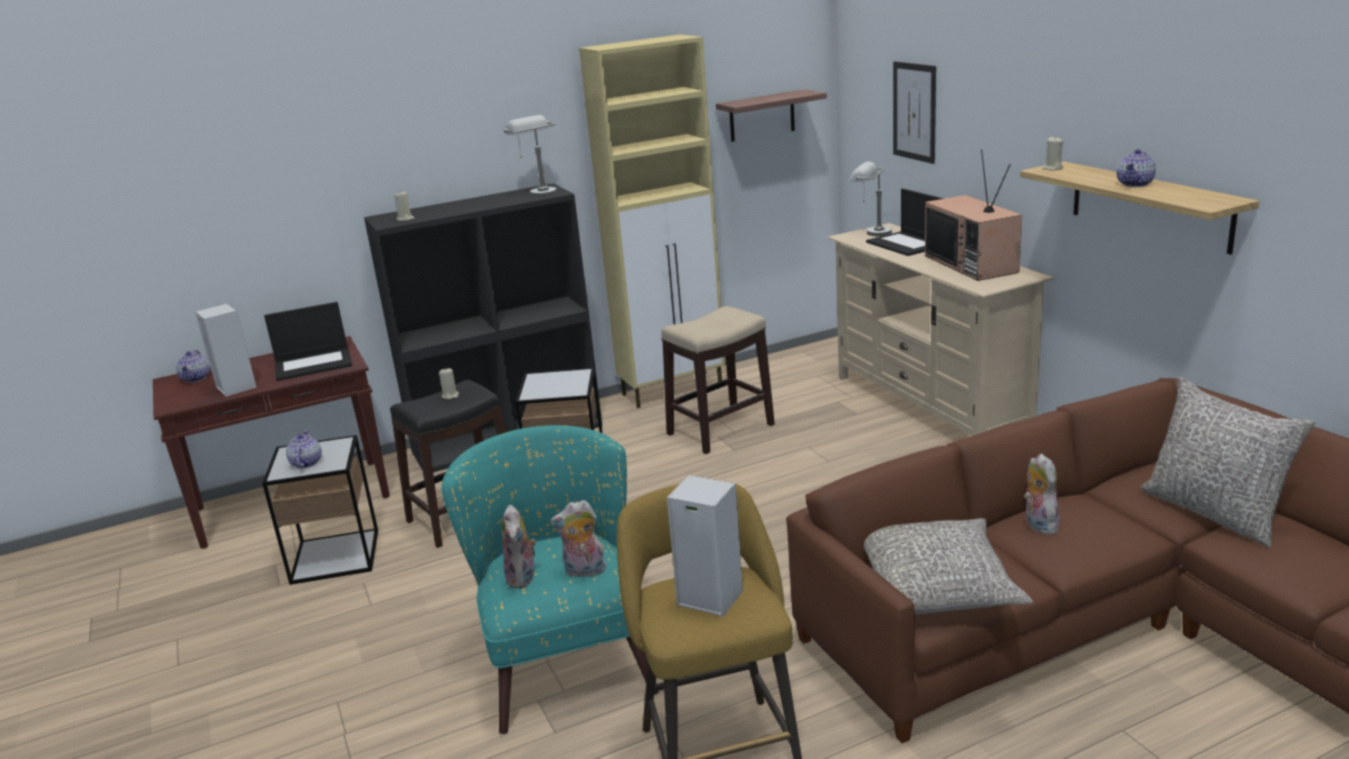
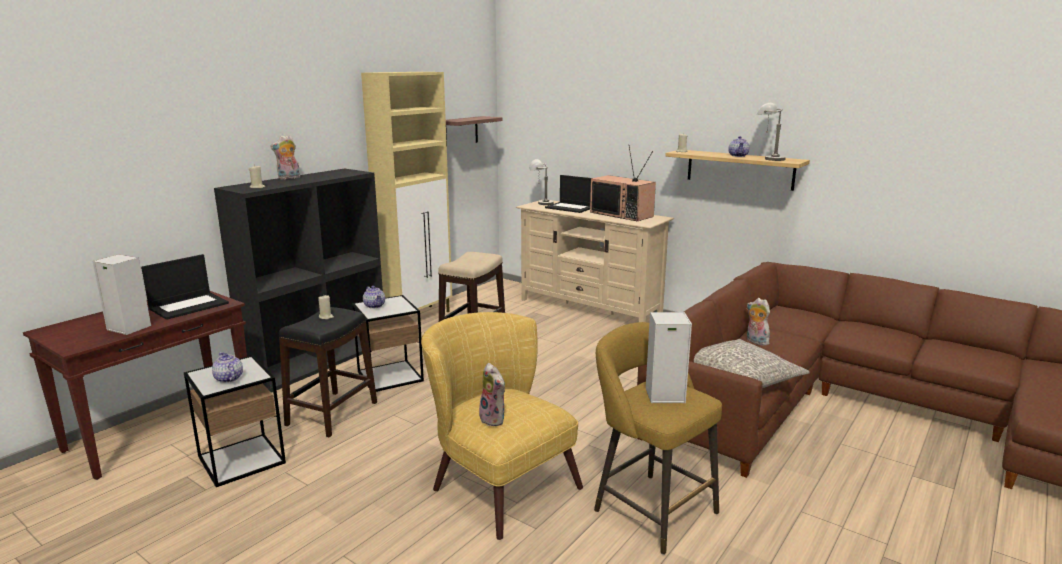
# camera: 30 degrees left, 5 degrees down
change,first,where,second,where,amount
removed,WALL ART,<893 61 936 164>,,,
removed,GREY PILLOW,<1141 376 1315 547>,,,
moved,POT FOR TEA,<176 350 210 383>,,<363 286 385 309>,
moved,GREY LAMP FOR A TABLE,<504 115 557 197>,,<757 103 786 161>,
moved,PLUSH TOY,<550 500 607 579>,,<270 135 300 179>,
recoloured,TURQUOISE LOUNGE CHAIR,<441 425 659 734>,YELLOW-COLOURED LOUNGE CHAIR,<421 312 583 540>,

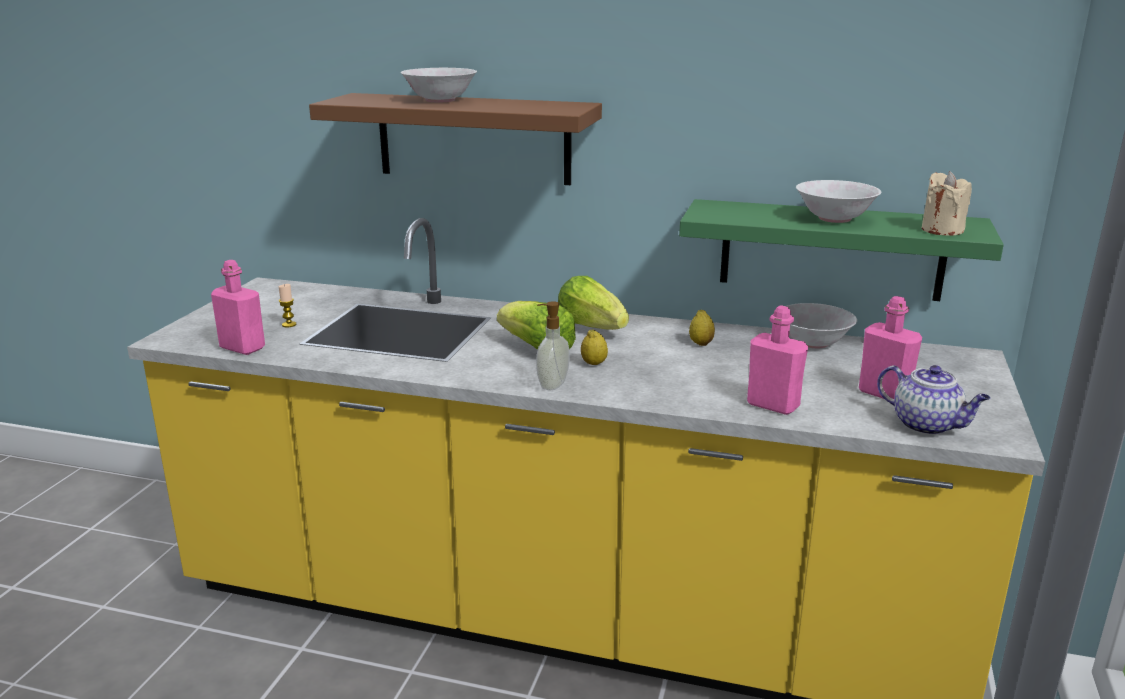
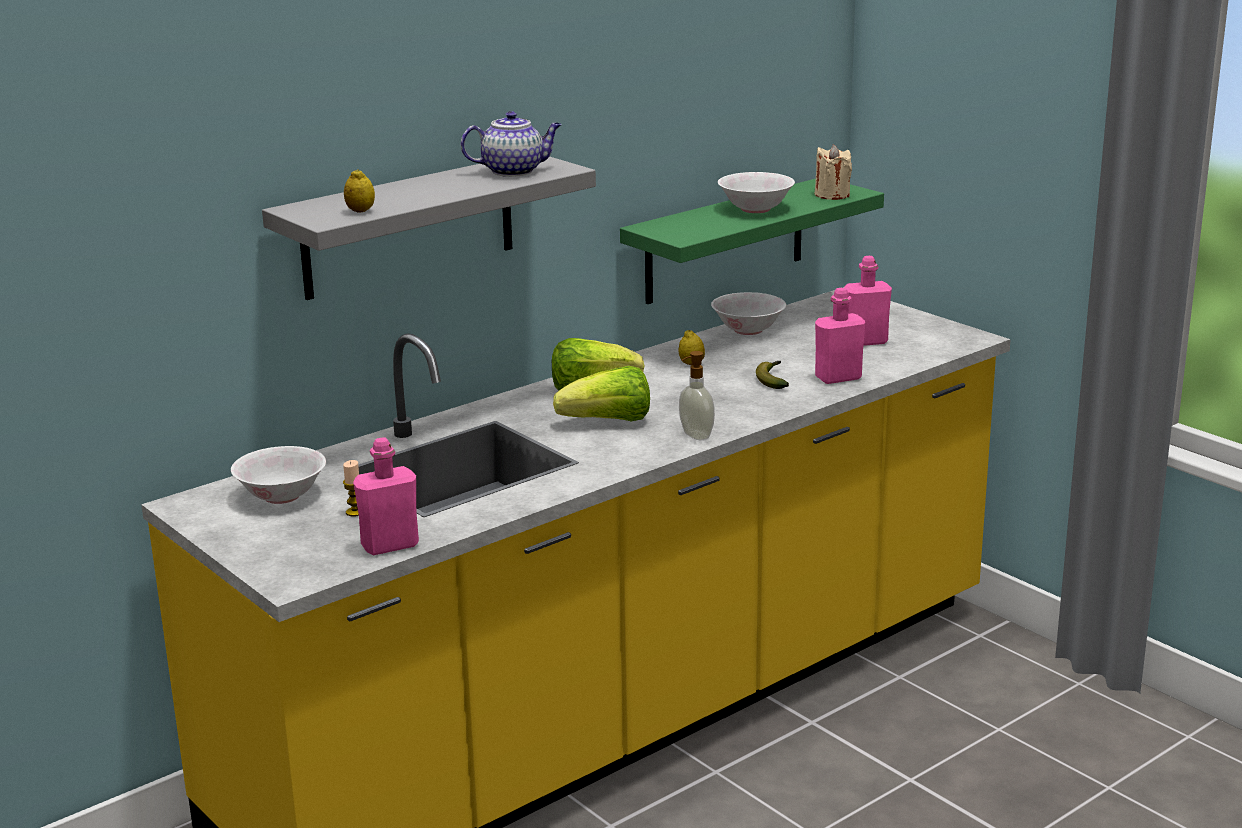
# camera: 55 degrees left, 0 degrees up
change,first,where,second,where,amount
added,,,WHOLE BANANA,<756 361 789 389>,
moved,WHITE DEEP DISH,<401 68 477 103>,,<231 446 326 504>,
moved,CITRUS FRUIT,<581 329 608 365>,,<344 169 375 213>,
moved,POT FOR TEA,<877 365 990 435>,,<461 111 562 177>,
recoloured,BROWNISH WALL SHELF,<309 93 602 185>,GREY WALL SHELF,<262 157 596 300>,

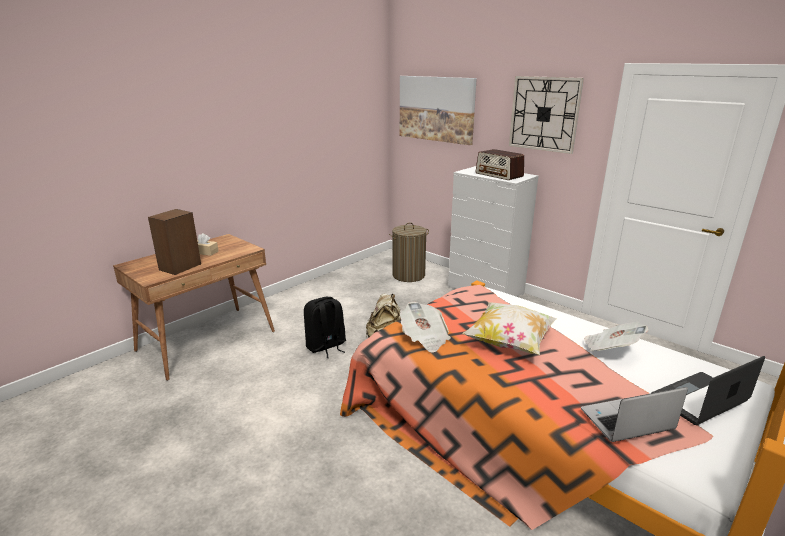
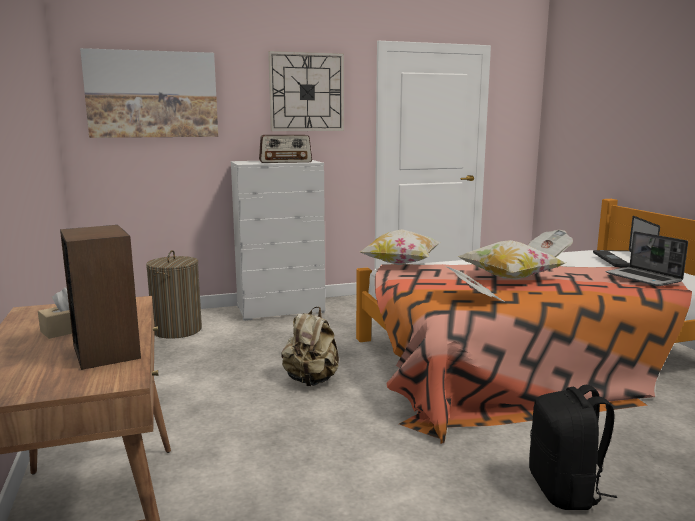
# camera: 60 degrees left, 10 degrees down
change,first,where,second,where,amount
added,,,PILLOW,<360 229 441 265>,
moved,BLACK BACKPACK,<304 297 346 358>,,<529 385 617 510>,
turned,PORTABLE COMPUTER,<581 387 688 442>,,<606 231 688 286>,45 degrees counterclockwise

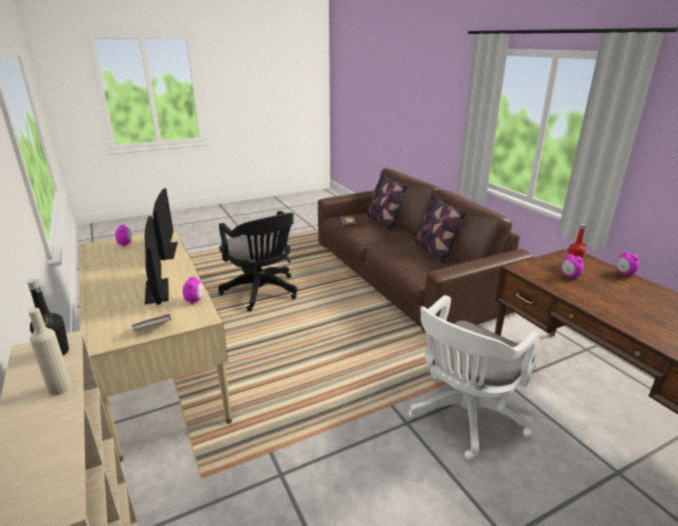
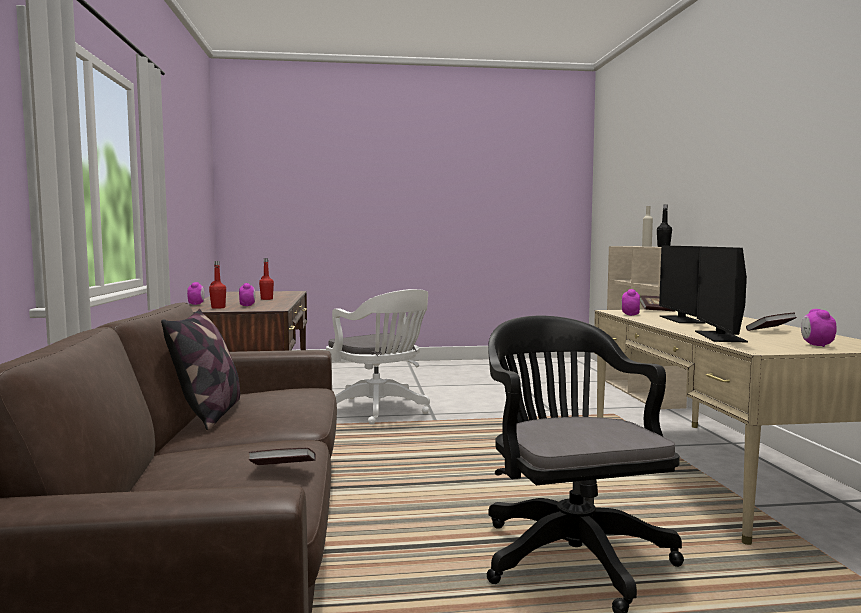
# camera: 160 degrees left, 20 degrees down
change,first,where,second,where,amount
removed,PILLOW,<367 173 408 231>,,,
added,,,RED BOTTLE,<259 258 274 300>,
added,,,BOUND BOOK,<746 313 797 331>,
turned,WHITE OFFICE CHAIR,<408 295 540 460>,,<326 289 430 424>,75 degrees clockwise

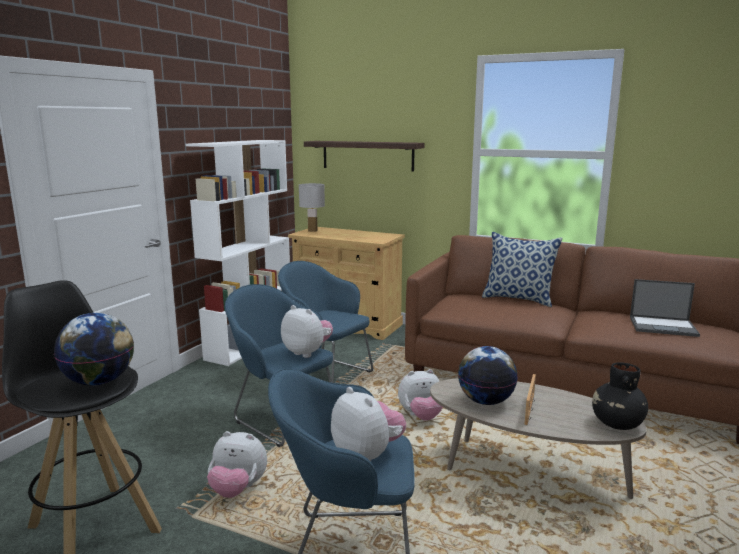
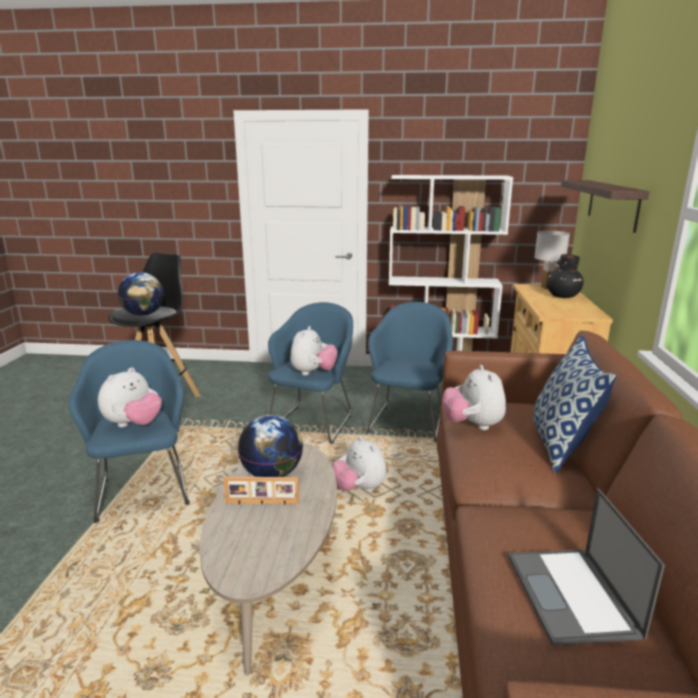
# camera: 70 degrees right, 5 degrees up
change,first,where,second,where,amount
moved,PLUSH TOY,<207 431 267 498>,,<442 365 506 430>,
moved,BLACK DECORATIVE VASE,<592 362 648 430>,,<546 254 584 298>,

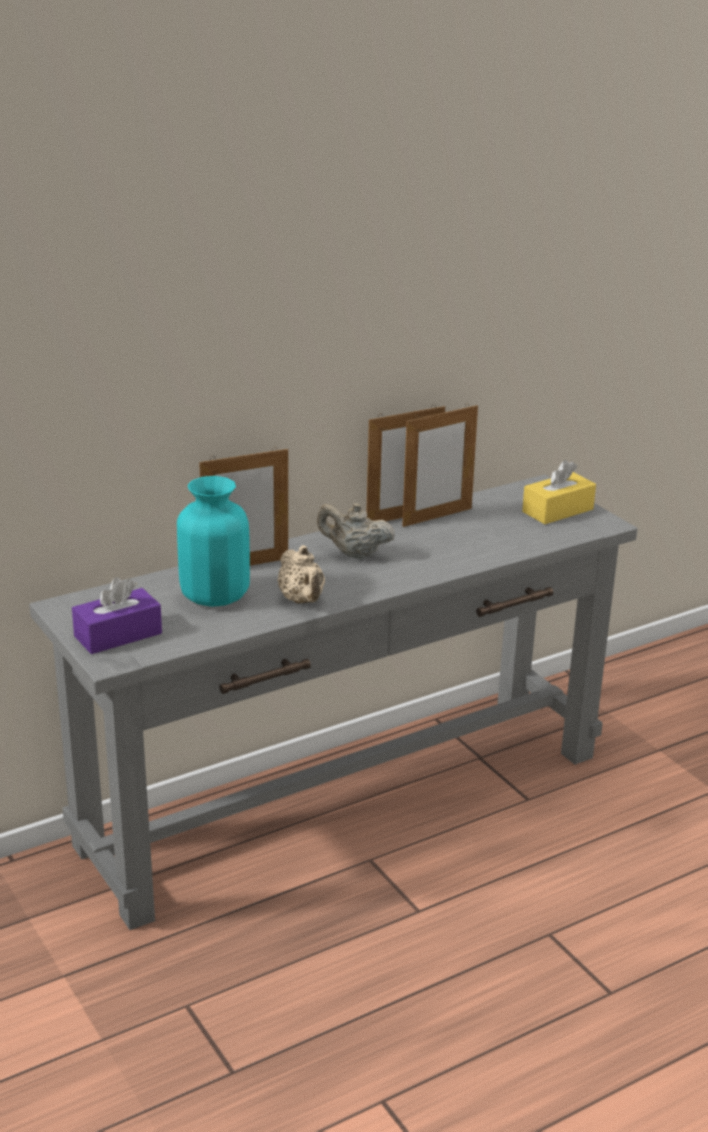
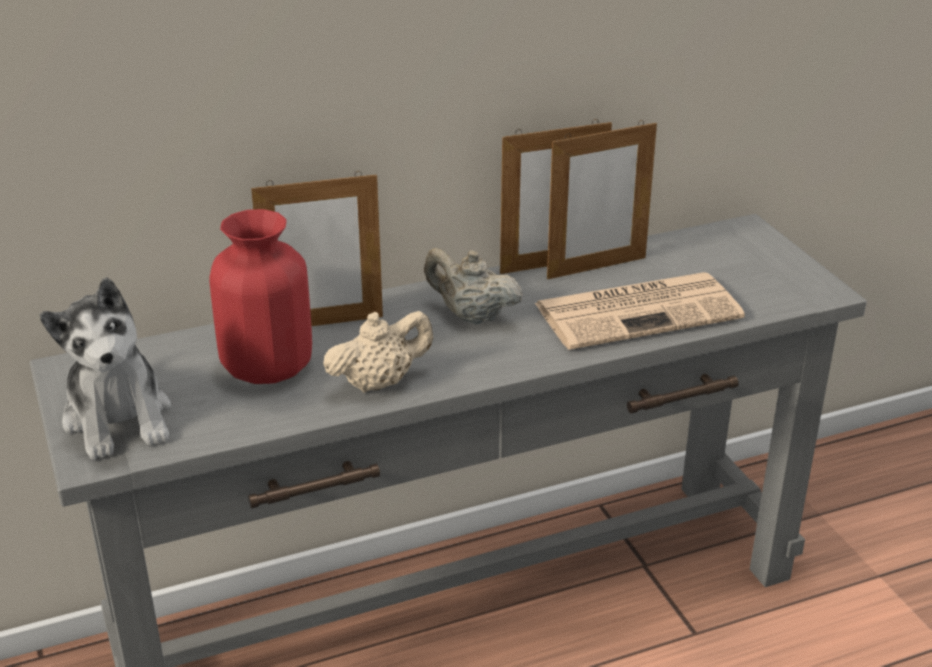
# camera: 10 degrees right, 5 degrees up
change,first,where,second,where,amount
removed,YELLOW-COLOURED TISSUE HOLDER,<522 460 596 524>,,,
added,,,NEWSPAPER,<535 272 745 350>,
replaced,PURPLE-COLOURED TISSUE HOLDER,<72 577 162 654>,PLUSH TOY,<39 277 171 460>,
recoloured,TURQUOISE DECORATIVE VASE,<177 476 250 607>,RED DECORATIVE VASE,<210 209 312 384>,
turned,SAND-COLOURED POT FOR TEA,<277 545 325 603>,,<323 311 433 393>,105 degrees counterclockwise

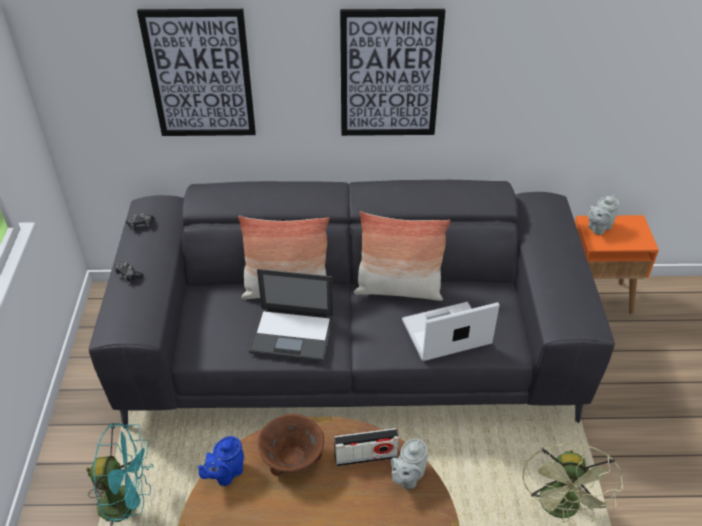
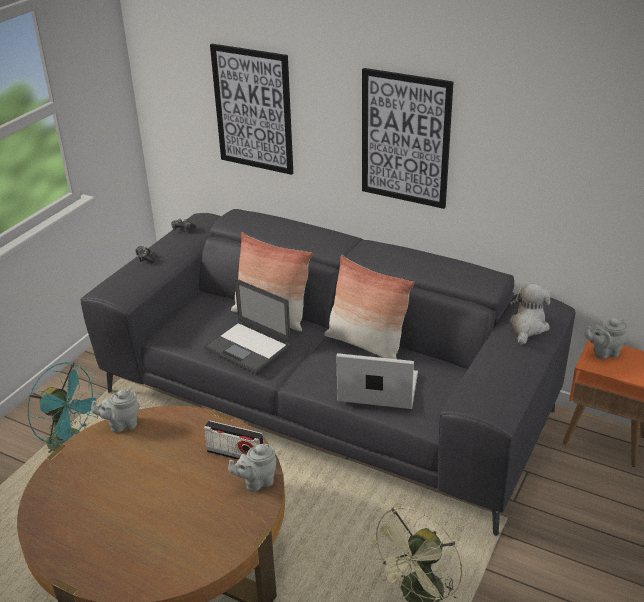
# camera: 30 degrees right, 10 degrees down
change,first,where,second,where,amount
removed,BROWNISH DEEP DISH,<258 414 324 476>,,,
added,,,PLUSH TOY,<510 284 550 345>,
recoloured,BLUE-COLOURED POT FOR TEA,<198 436 244 486>,GREY POT FOR TEA,<91 389 140 433>,

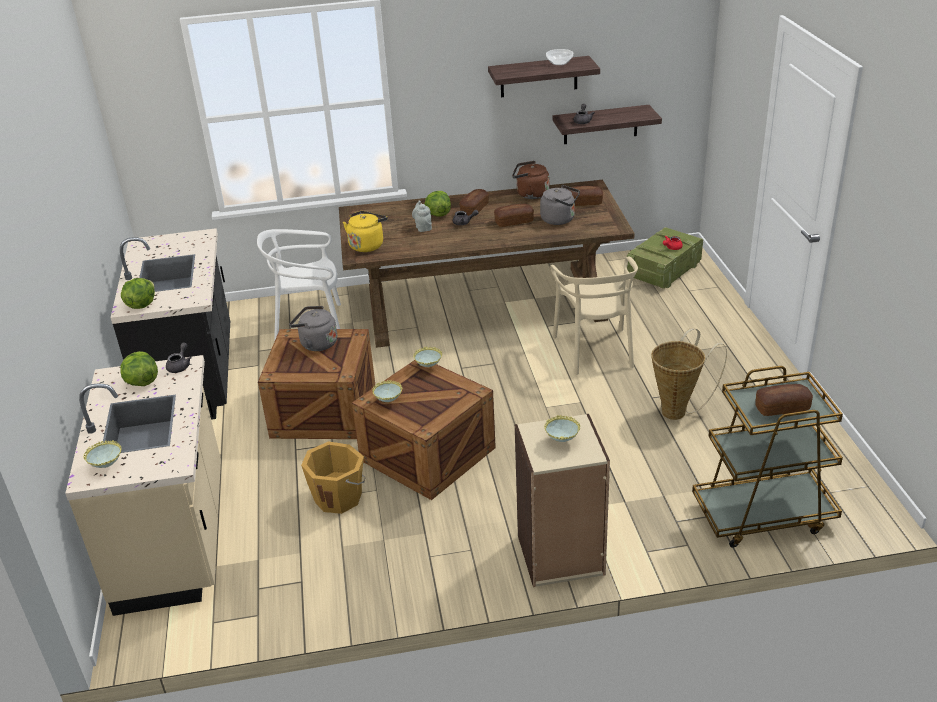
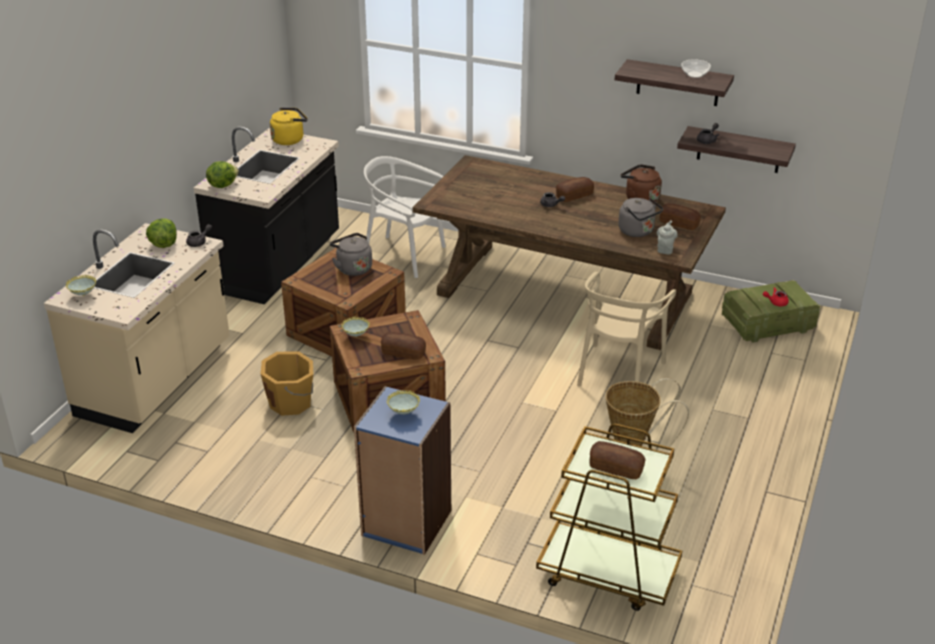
# camera: 30 degrees right, 0 degrees up
change,first,where,second,where,amount
removed,DEEP DISH,<413 347 442 368>,,,
removed,LETTUCE,<424 191 451 217>,,,
moved,YELLOW-COLOURED TEA KETTLE,<343 211 388 252>,,<270 108 308 145>,
moved,GREY POT FOR TEA,<412 201 432 232>,,<657 220 678 255>,
moved,BAKERY BREAD,<494 204 534 227>,,<381 332 426 360>,
recoloured,SAND-COLOURED BOOKCASE,<515 414 610 587>,BLUE-COLOURED BOOKCASE,<354 386 451 555>,

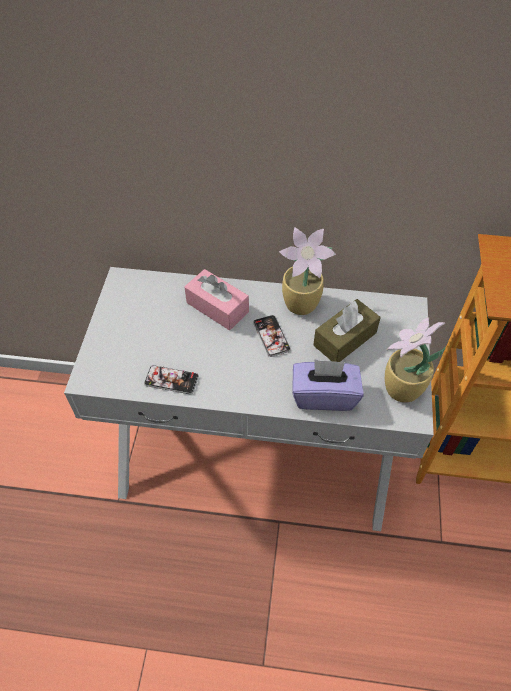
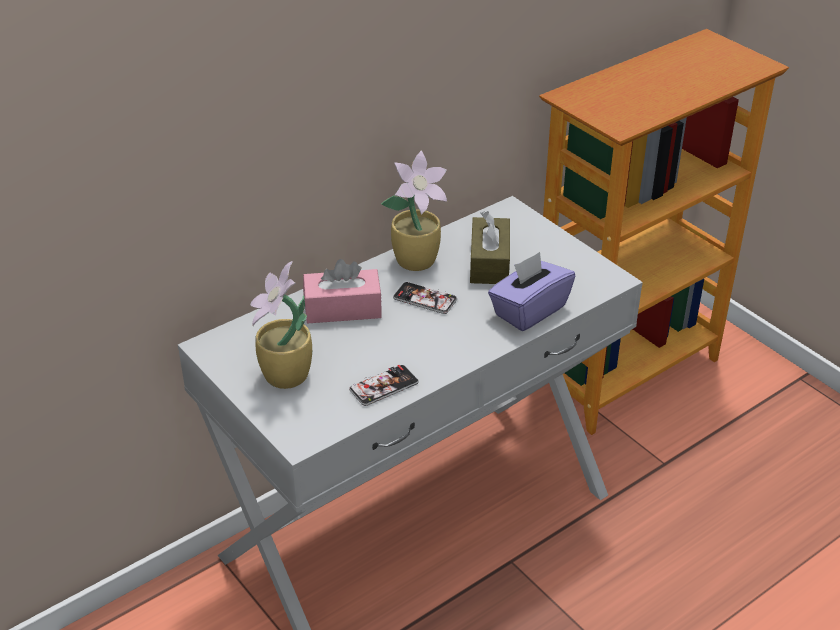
# camera: 45 degrees left, 15 degrees down
change,first,where,second,where,amount
moved,HOUSEPLANT,<385 317 446 403>,,<250 261 312 389>,

